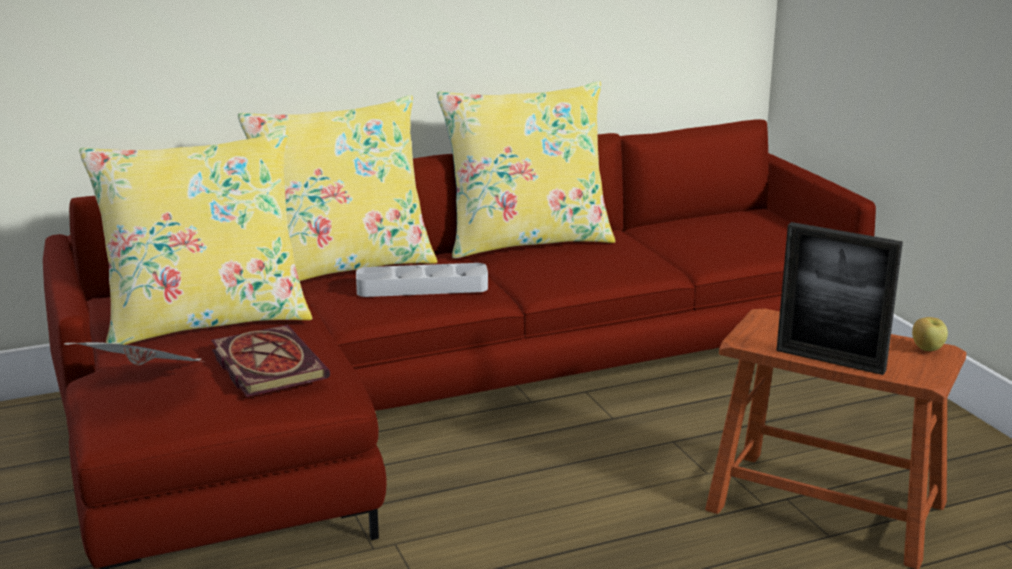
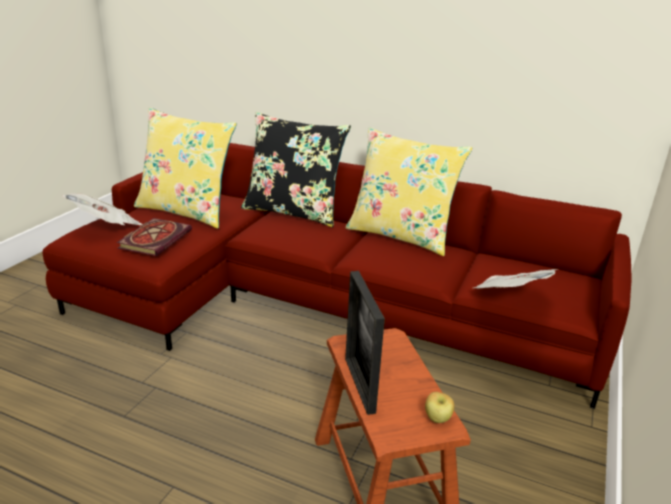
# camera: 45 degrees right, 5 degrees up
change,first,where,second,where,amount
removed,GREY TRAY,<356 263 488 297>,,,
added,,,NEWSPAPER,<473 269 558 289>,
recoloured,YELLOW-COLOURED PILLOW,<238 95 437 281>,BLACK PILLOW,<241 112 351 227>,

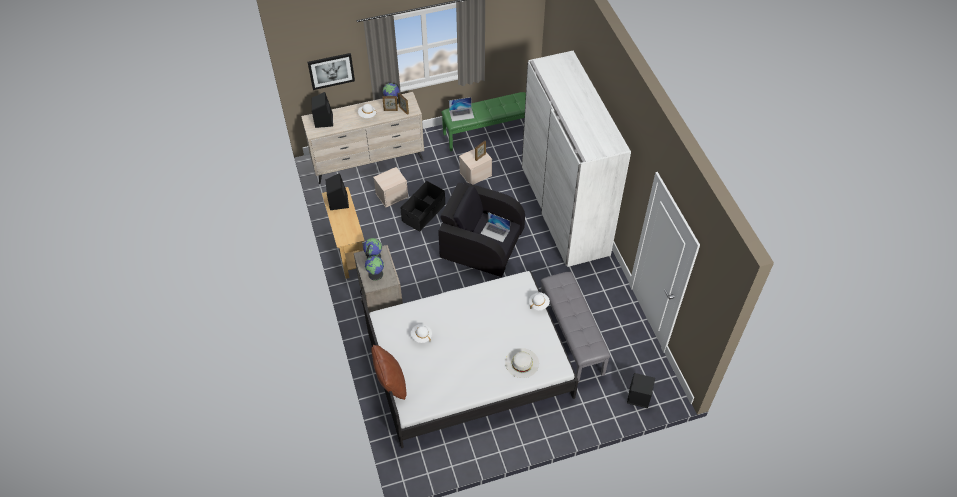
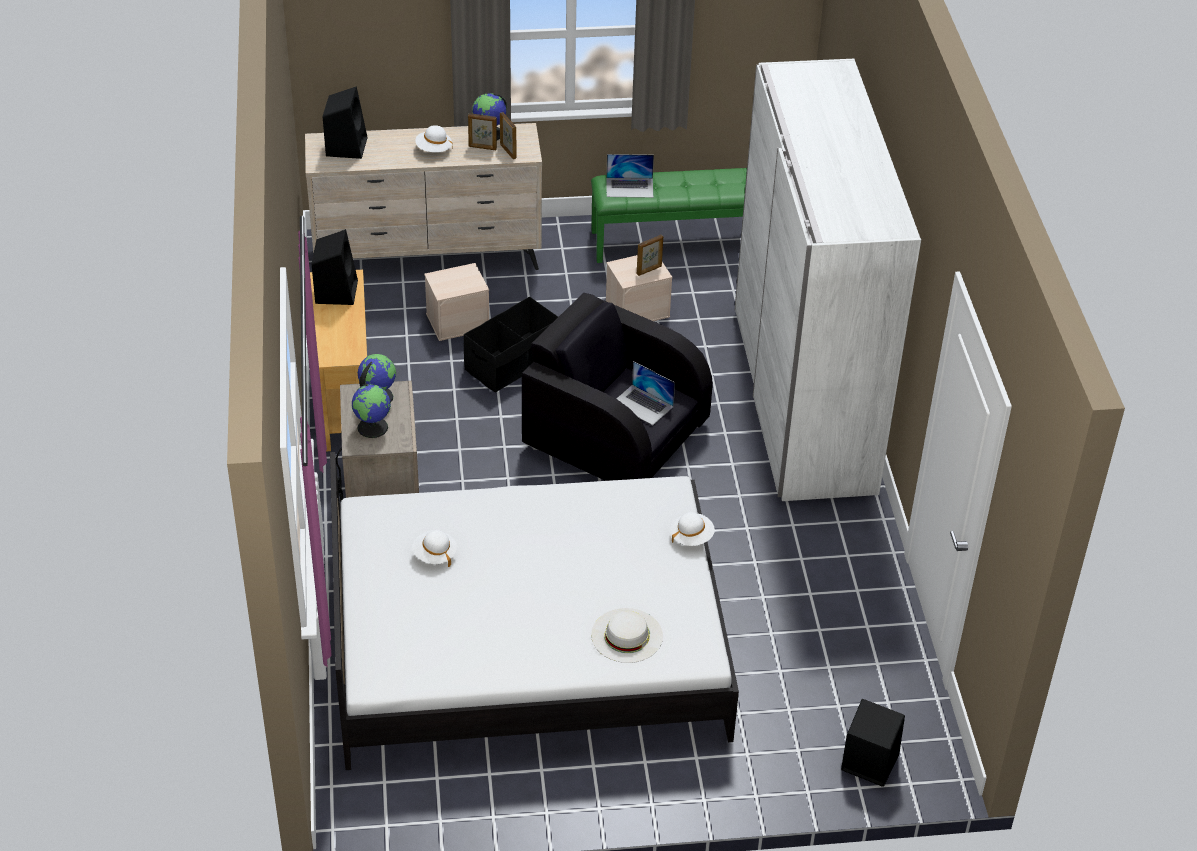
# camera: 10 degrees right, 10 degrees down
change,first,where,second,where,amount
removed,WALL ART,<308 53 355 90>,,,
removed,BROWNISH PILLOW,<371 345 406 400>,,,
removed,GREY INDOOR BENCH,<541 272 610 383>,,,

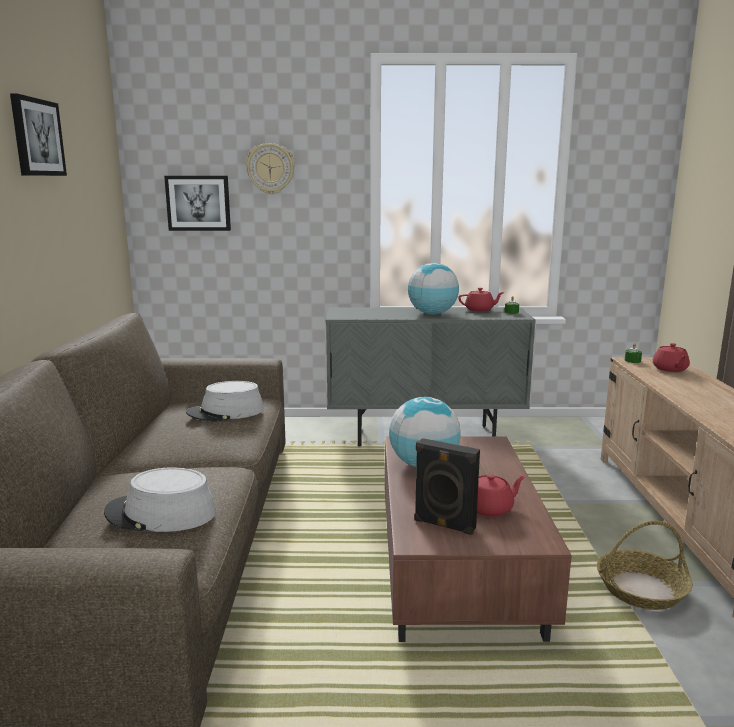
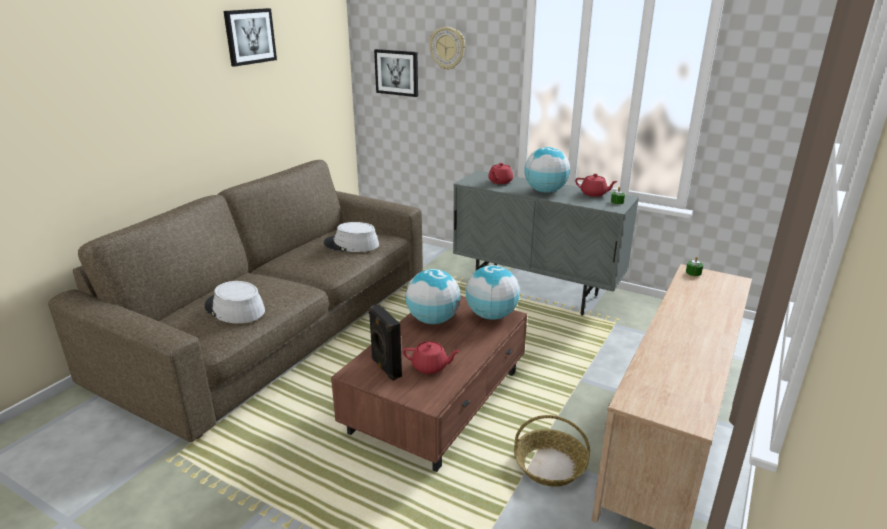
# camera: 30 degrees right, 10 degrees up
change,first,where,second,where,amount
added,,,WORLD GLOBE,<465 265 520 320>,
moved,RED POT FOR TEA,<653 343 690 372>,,<488 163 513 184>,

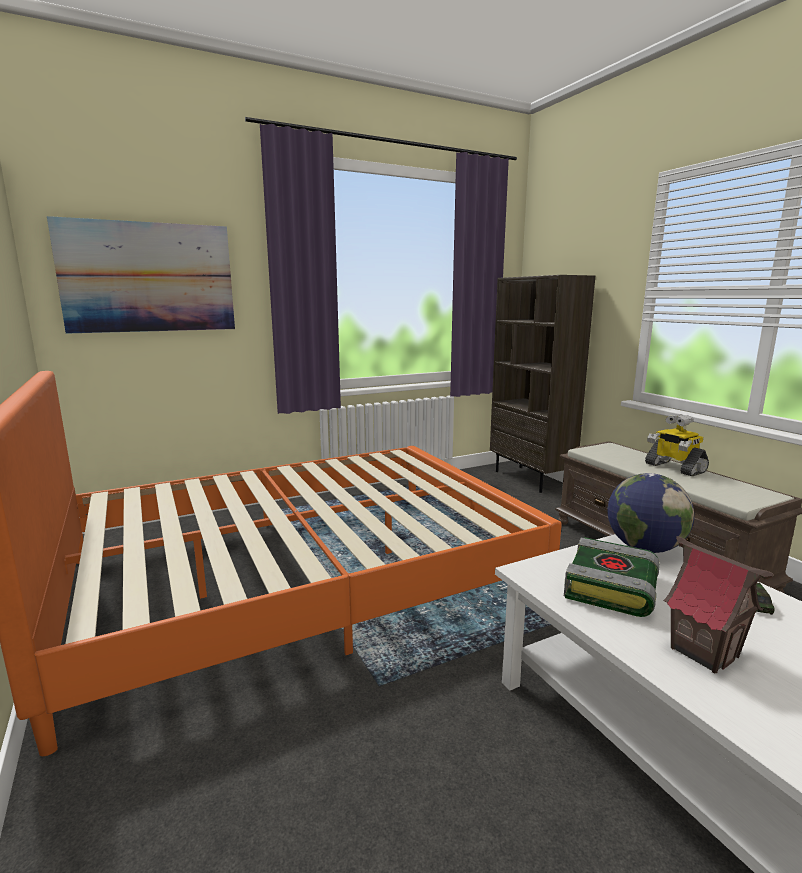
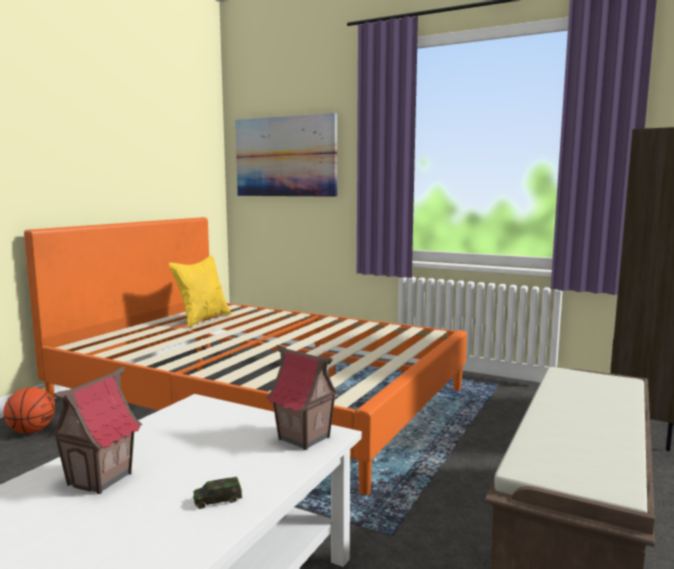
# camera: 55 degrees right, 5 degrees down
change,first,where,second,where,amount
removed,BOUND BOOK,<564 537 660 617>,,,
removed,TOY ROBOT,<645 414 709 477>,,,
added,,,BASKETBALL BALL,<4 387 55 434>,
added,,,YELLOW-COLOURED PILLOW,<169 255 231 328>,
replaced,WORLD GLOBE,<607 473 694 553>,MODEL HOUSE,<266 345 341 450>,

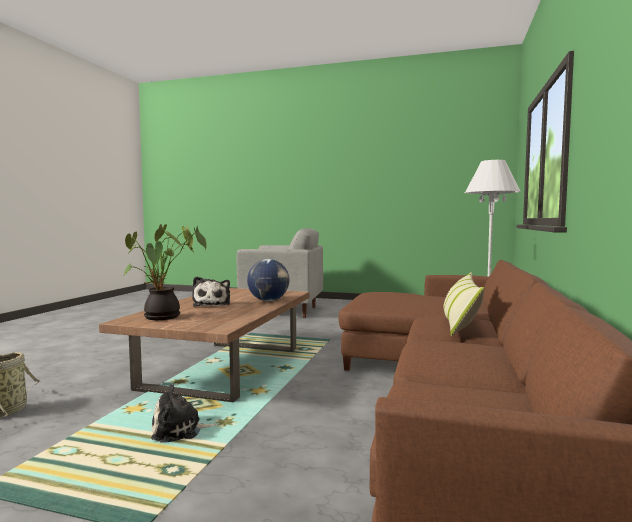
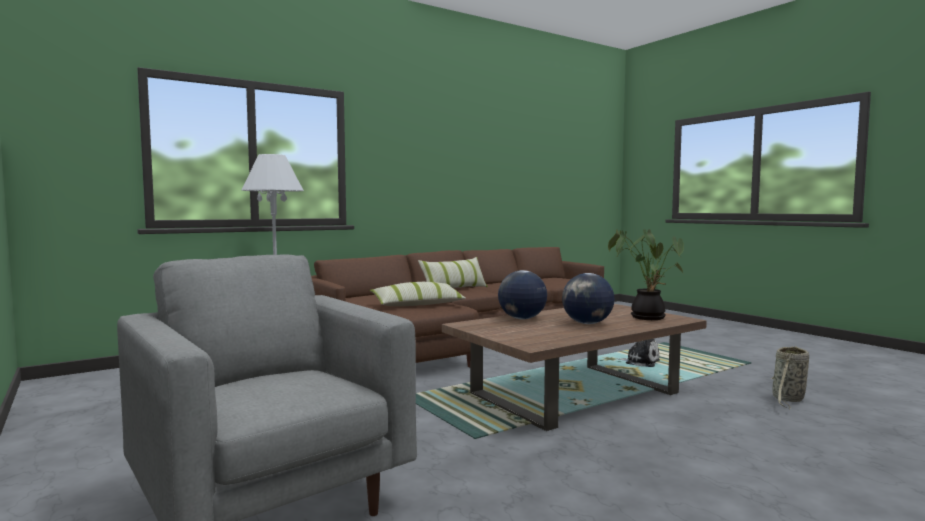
# camera: 140 degrees left, 0 degrees up
change,first,where,second,where,amount
added,,,PILLOW,<370 282 466 306>,
replaced,PLUSH TOY,<192 276 230 306>,WORLD GLOBE,<562 273 615 324>,

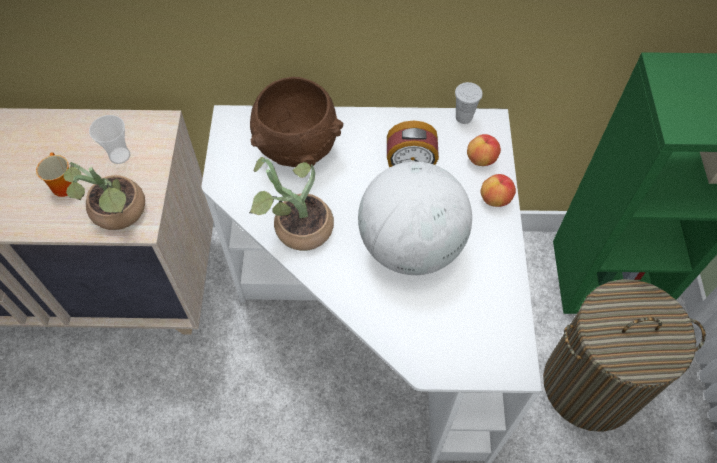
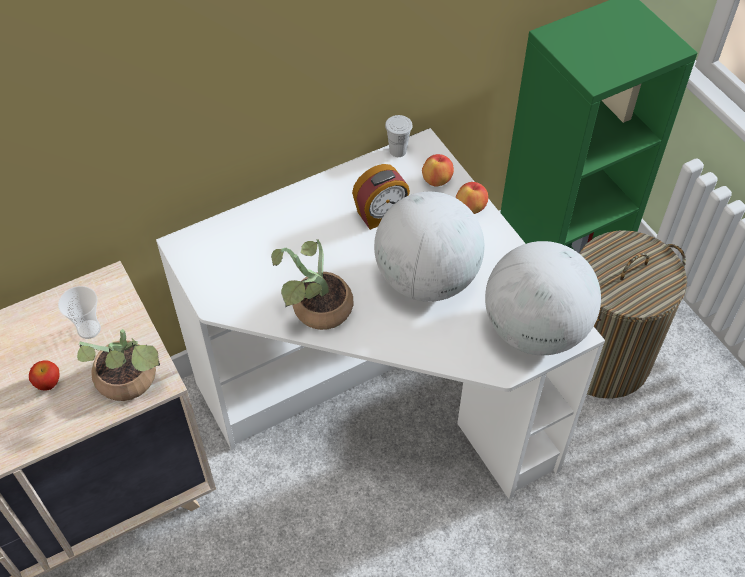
# camera: 30 degrees left, 5 degrees down
change,first,where,second,where,amount
removed,BROWNISH DEEP DISH,<250 77 343 167>,,,
added,,,WORLD GLOBE,<485 241 601 355>,
replaced,MUG,<36 152 72 197>,WHOLE APPLE,<29 361 60 391>,

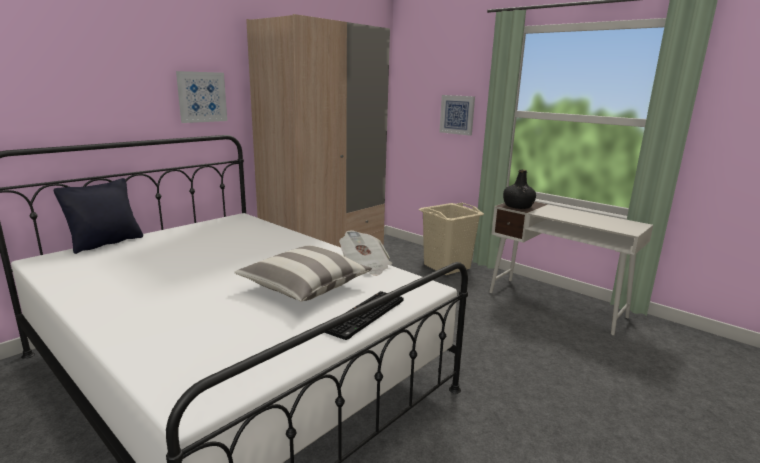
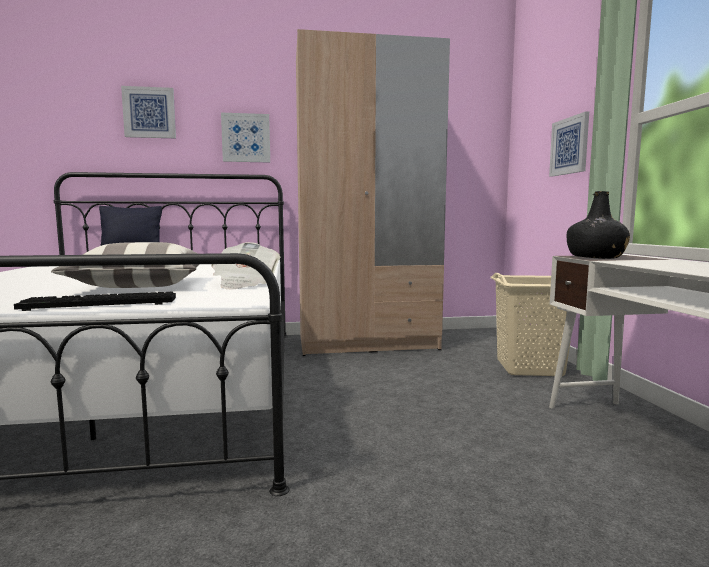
# camera: 40 degrees right, 10 degrees down
change,first,where,second,where,amount
added,,,WALL ART,<121 86 176 138>,

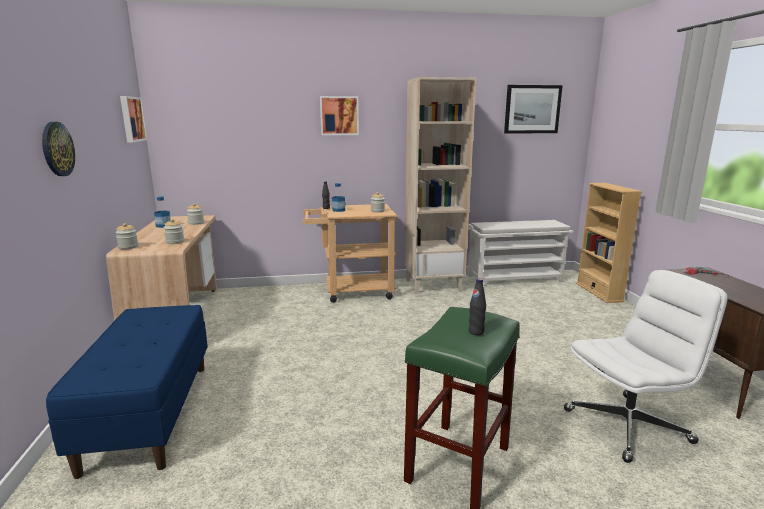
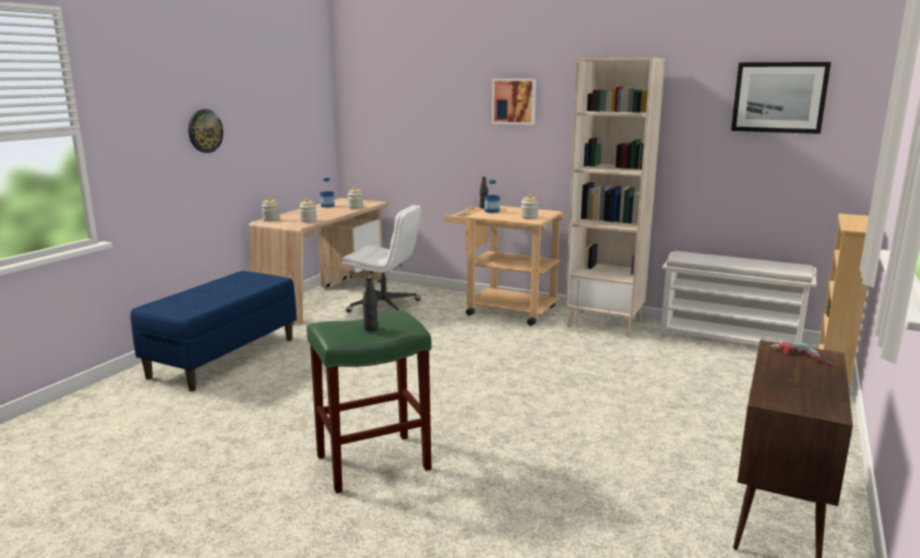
# camera: 35 degrees right, 0 degrees up
change,first,where,second,where,amount
removed,WALL ART,<120 96 147 142>,,,
moved,WHITE OFFICE CHAIR,<564 270 728 463>,,<342 205 421 313>,

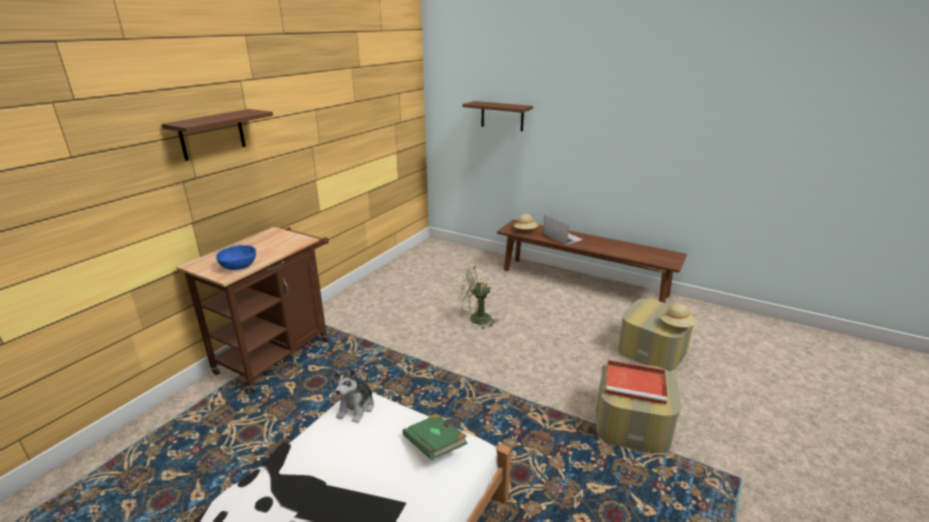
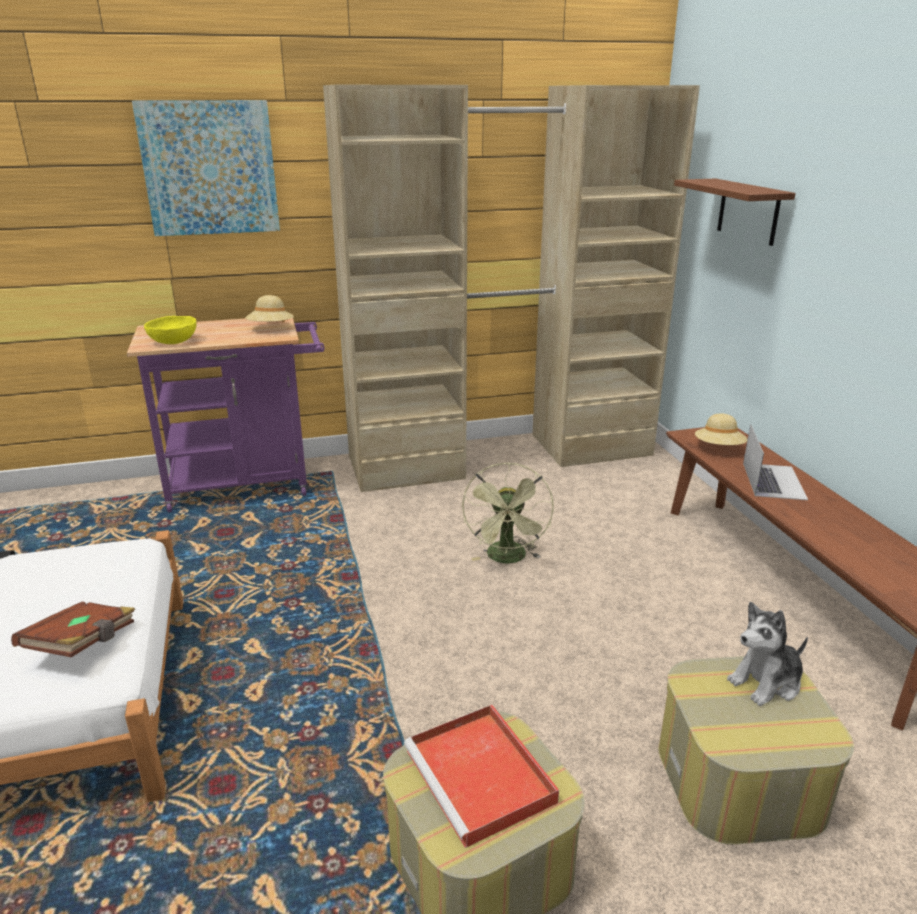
# camera: 45 degrees right, 0 degrees up
change,first,where,second,where,amount
added,,,SAND-COLOURED CLOTHES CUPBOARD,<323 85 700 492>,
moved,PLUSH TOY,<333 368 374 423>,,<727 602 808 706>,
moved,SAND-COLOURED CLOTHING HAT,<660 304 697 327>,,<245 295 294 323>,
replaced,BROWNISH WALL SHELF,<161 109 273 161>,WALL ART,<132 100 280 236>,
recoloured,BROWNISH WHEELED CART,<176 227 329 393>,PURPLE-COLOURED WHEELED CART,<127 318 324 513>,
recoloured,BLUE-COLOURED DEEP DISH,<216 245 256 270>,YELLOW-COLOURED DEEP DISH,<144 316 197 344>,
recoloured,GREEN-COLOURED BOUND BOOK,<403 414 467 460>,BROWNISH BOUND BOOK,<11 602 135 657>,
turned,GREEN-COLOURED FAN,<460 265 499 330>,,<462 462 554 564>,120 degrees counterclockwise

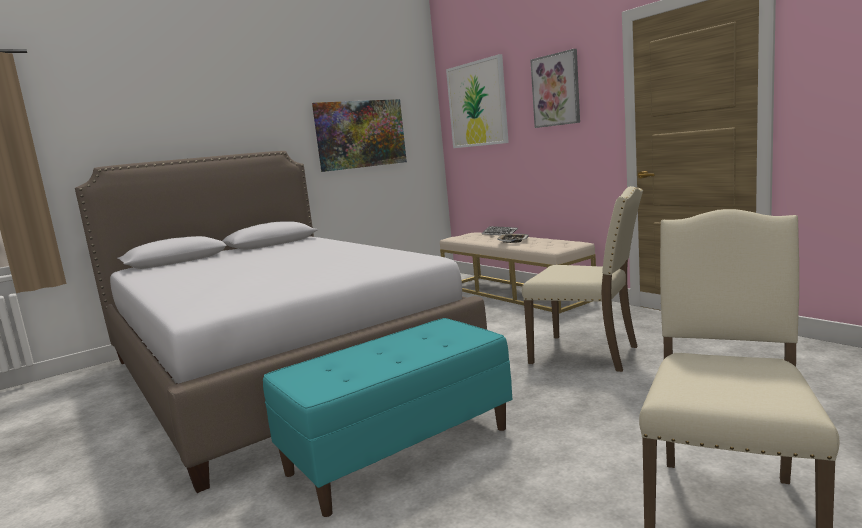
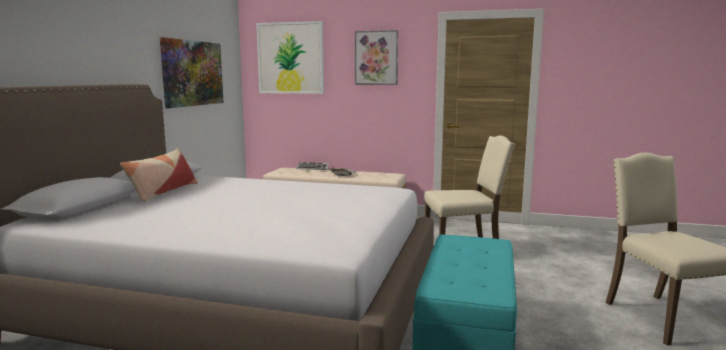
# camera: 40 degrees left, 0 degrees up
change,first,where,second,where,amount
added,,,PILLOW,<120 148 198 202>,

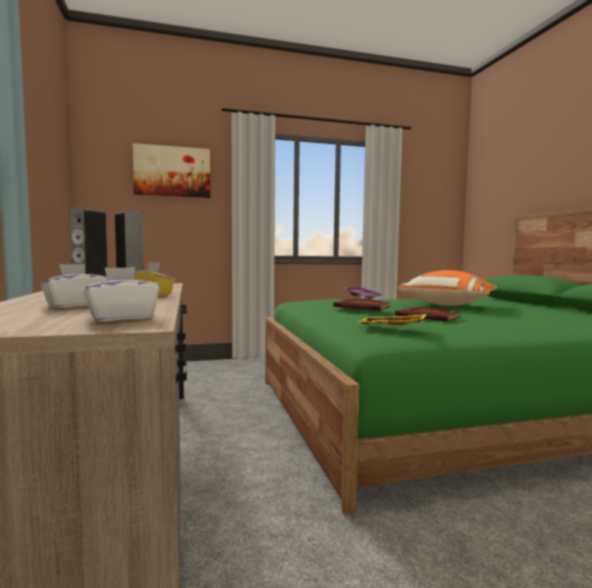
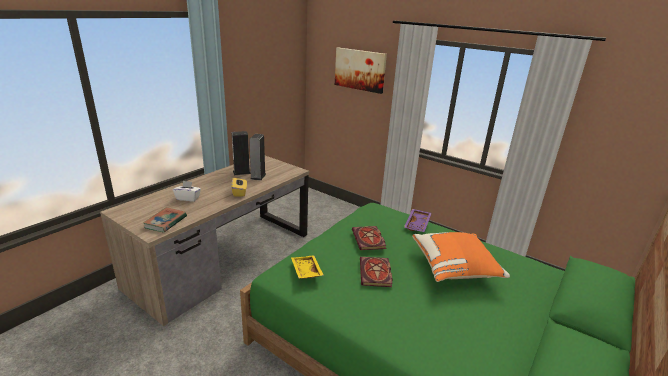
# camera: 50 degrees right, 20 degrees up
change,first,where,second,where,amount
replaced,WHITE TISSUE HOLDER,<84 267 160 322>,BOUND BOOK,<143 207 187 233>,

